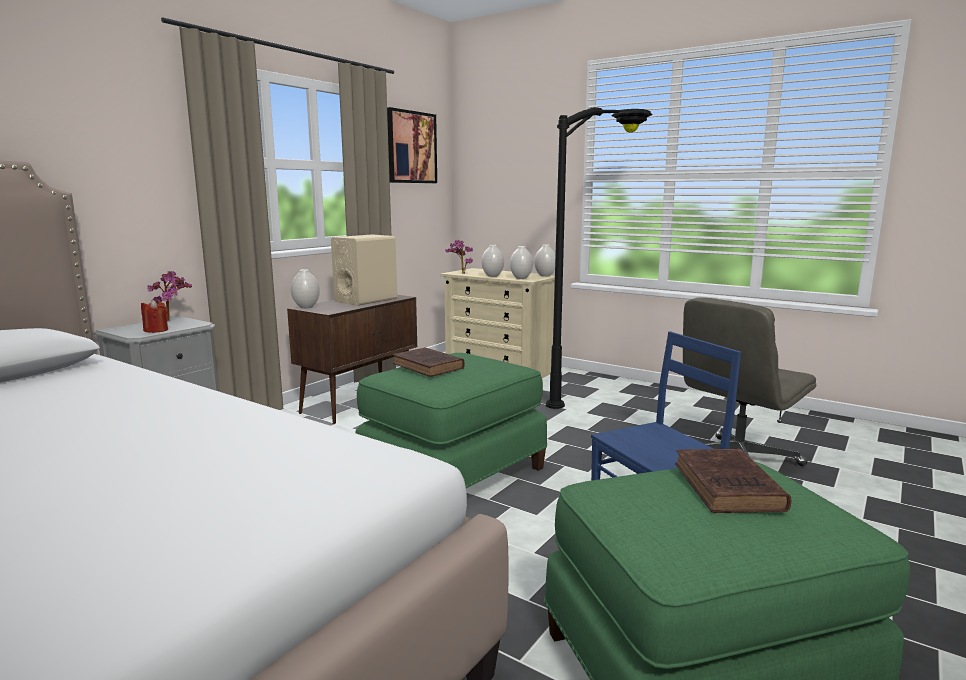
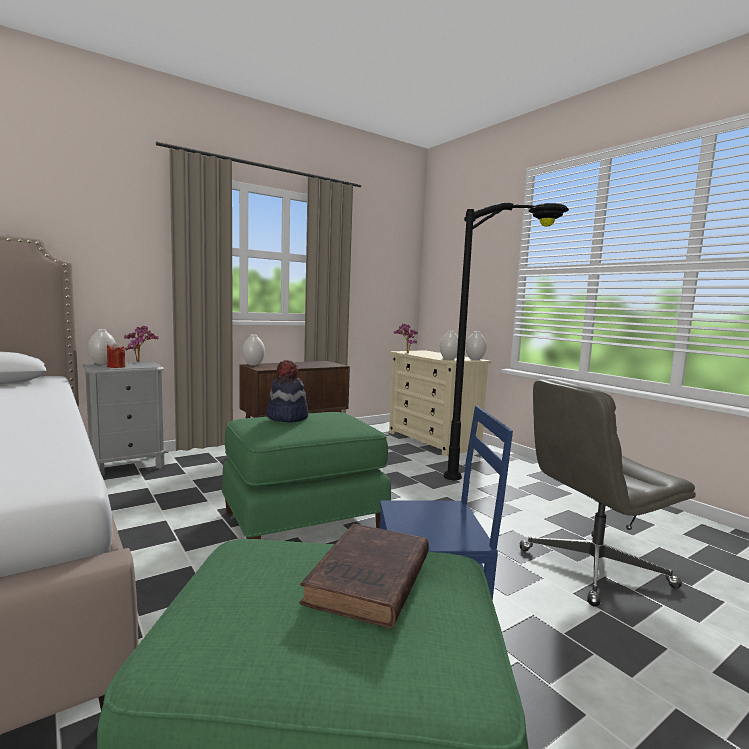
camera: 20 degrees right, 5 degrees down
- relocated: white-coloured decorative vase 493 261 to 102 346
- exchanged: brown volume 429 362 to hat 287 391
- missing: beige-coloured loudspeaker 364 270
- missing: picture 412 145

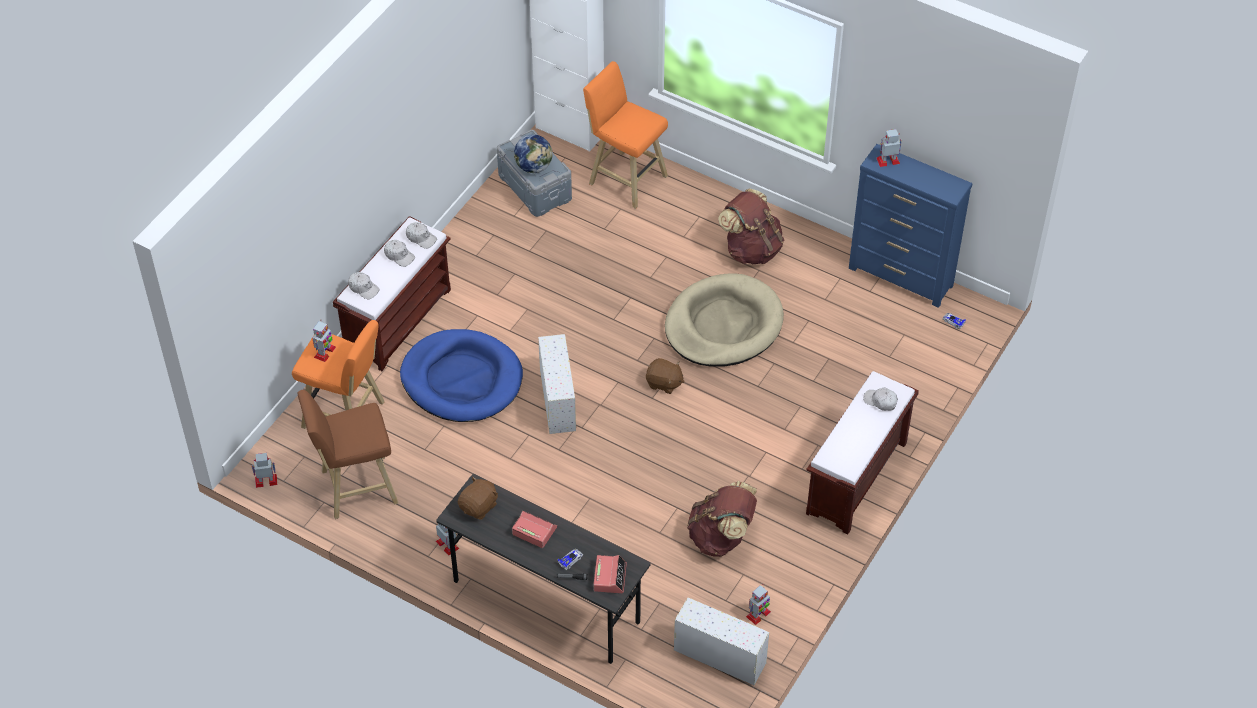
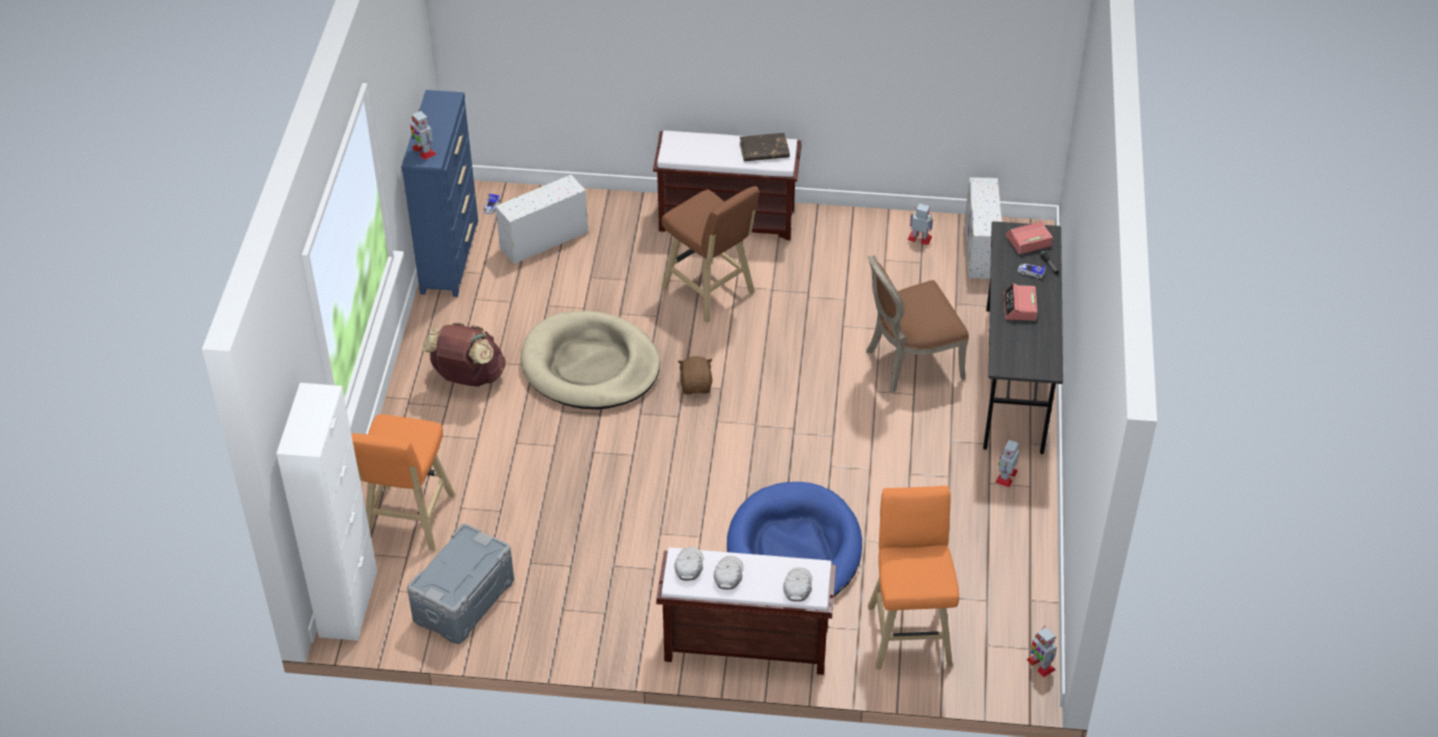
camera: 115 degrees left, 5 degrees down
- relocated: white-coloured storage box 557 384 to 542 220
- relocated: brown sitting stool 348 454 to 710 254
- appeared: brown volume 765 147
- appeared: brown chair 917 324
- missing: toy robot 324 341
- missing: brown soft toy 478 498
- missing: globe 533 153
- missing: brown rucksack 722 519
- missing: white-coloured peaked cap 880 399

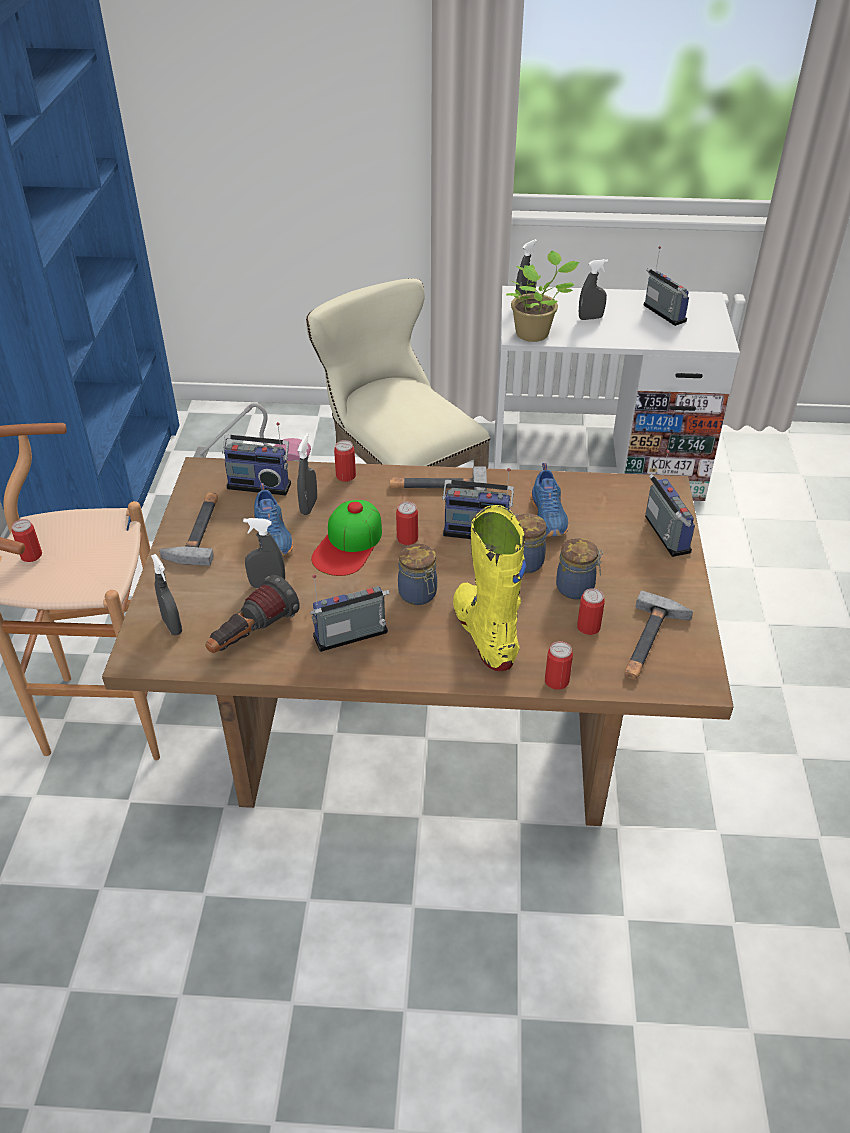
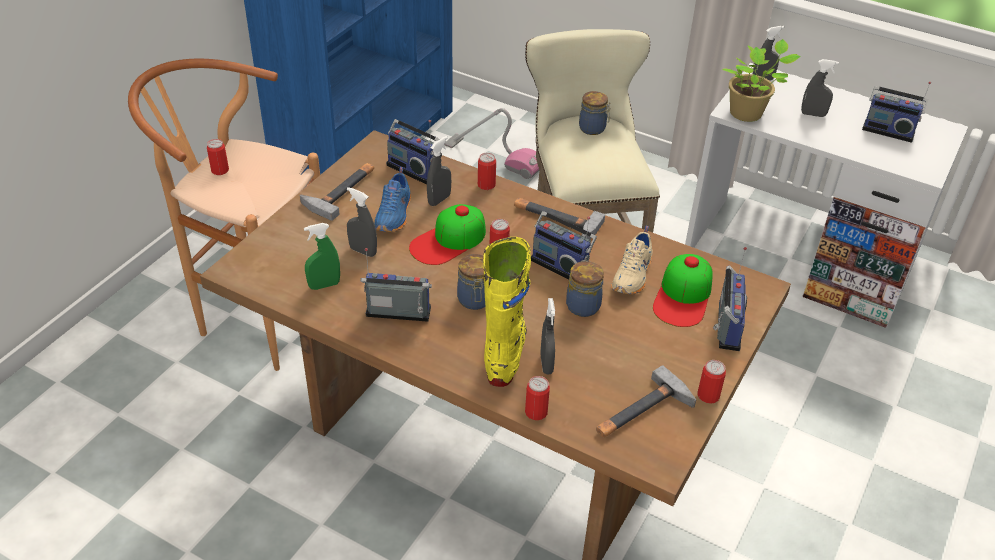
camera: 25 degrees right, 0 degrees up
- exchanged: torch 253 614 to green sprayer 322 256
- relocated: greyish sprayer 166 594 to 547 336
- relocated: storage jar 579 568 to 595 113
- colour: blue-coloured shoe 549 500 to beige-coloured shoe 632 260
- appeared: peaked cap 683 290
- relocated: metal can 591 611 to 712 382
- spun: radio 666 286 = 896 112 120 degrees clockwise

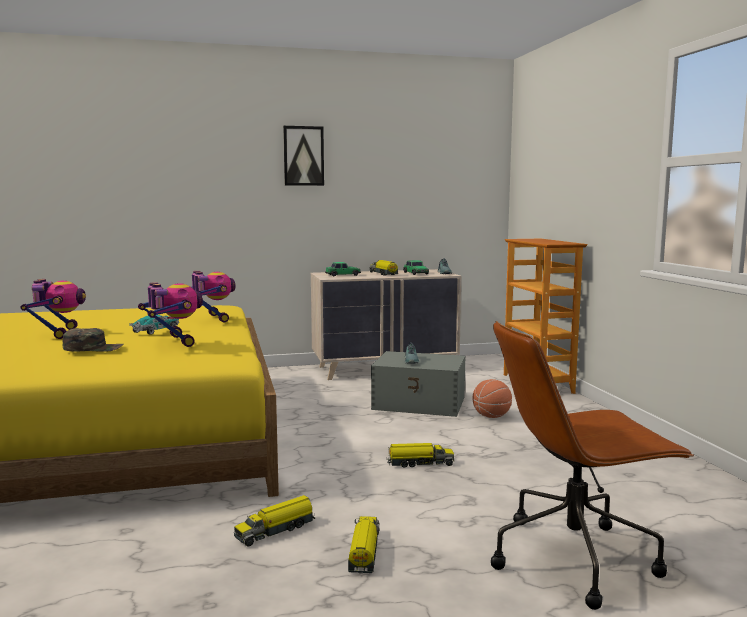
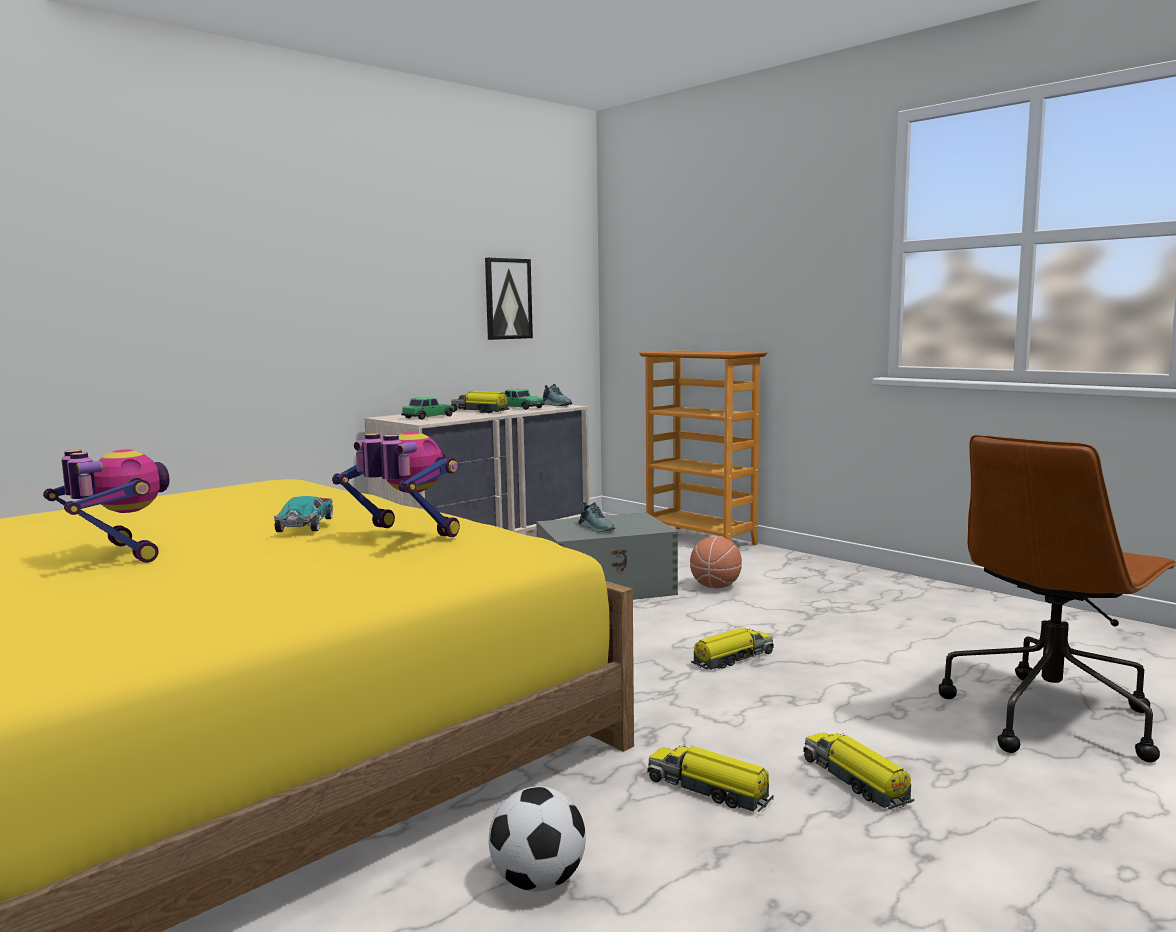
camera: 30 degrees left, 0 degrees up
- relocated: picture 303 156 to 509 299
- appeared: ball for football 537 838
- spun: toy truck 274 520 = 711 778 105 degrees clockwise
- missing: green peaked cap 93 340
- missing: toy robot 213 296

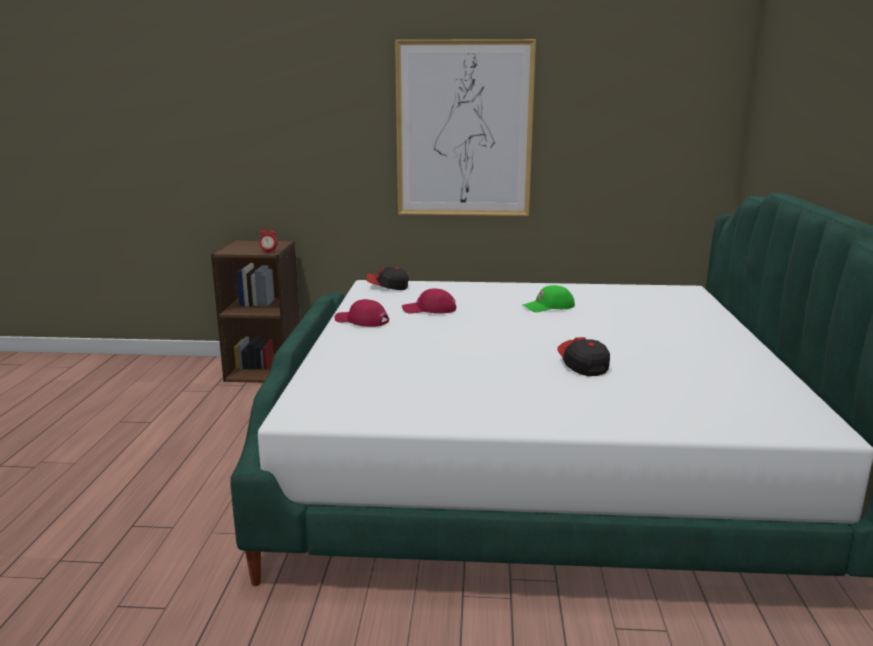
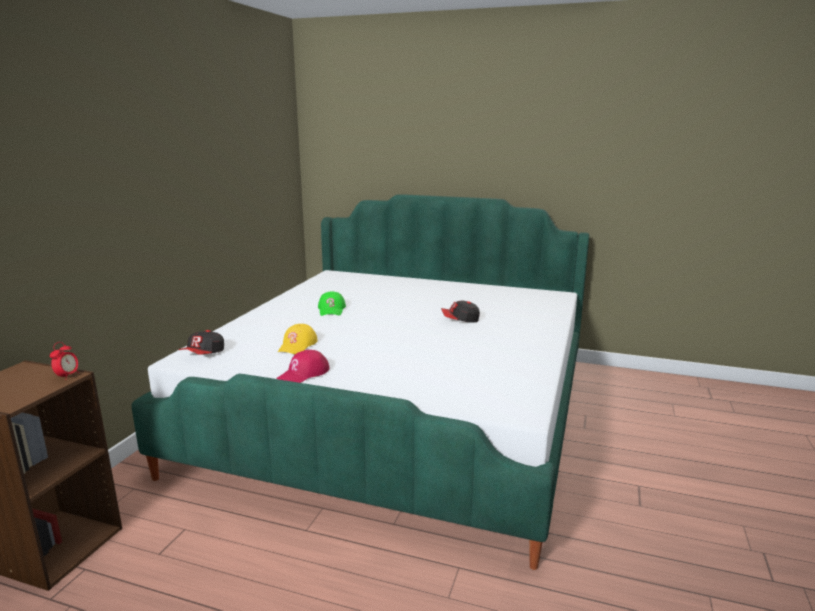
camera: 75 degrees left, 0 degrees up
- colour: red peaked cap 429 301 to yellow-coloured peaked cap 298 339
- missing: picture 465 127

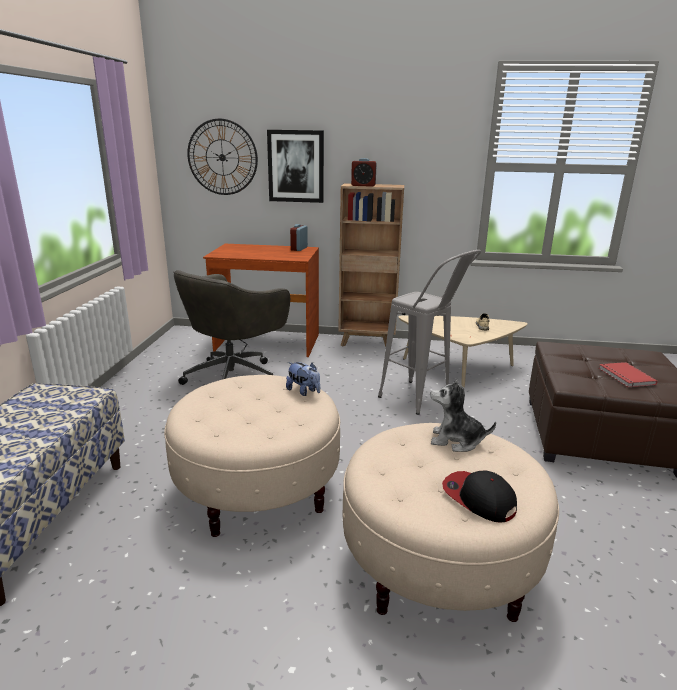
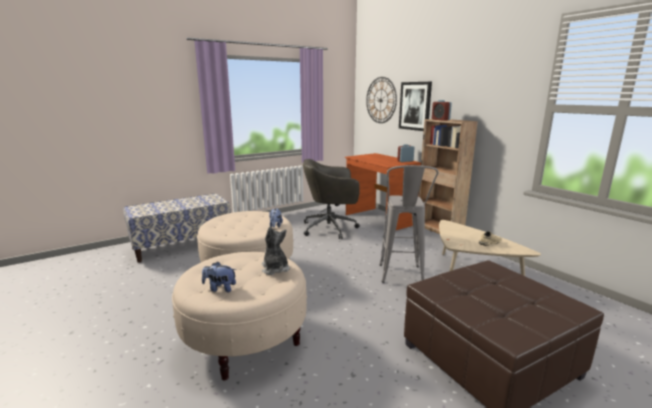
camera: 50 degrees right, 5 degrees down
- exchanged: peaked cap 479 496 to soft toy 219 277
- missing: red volume 628 374

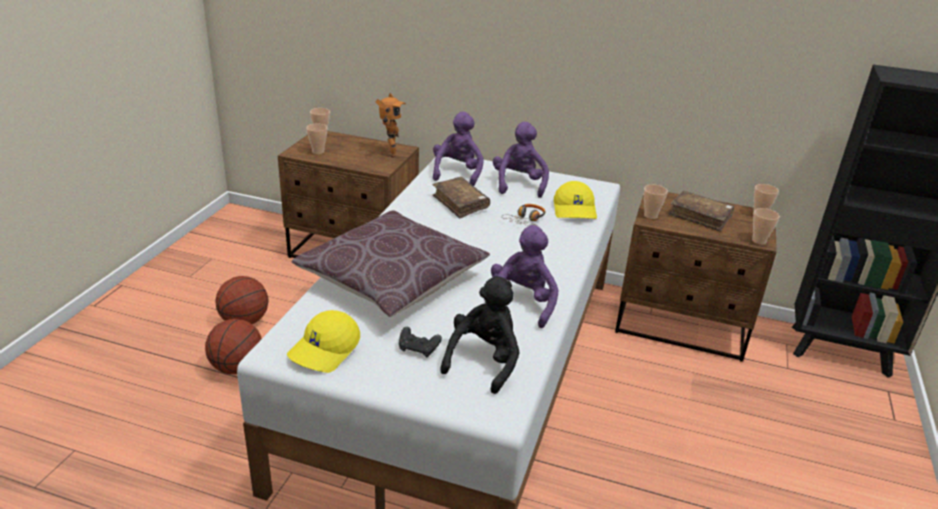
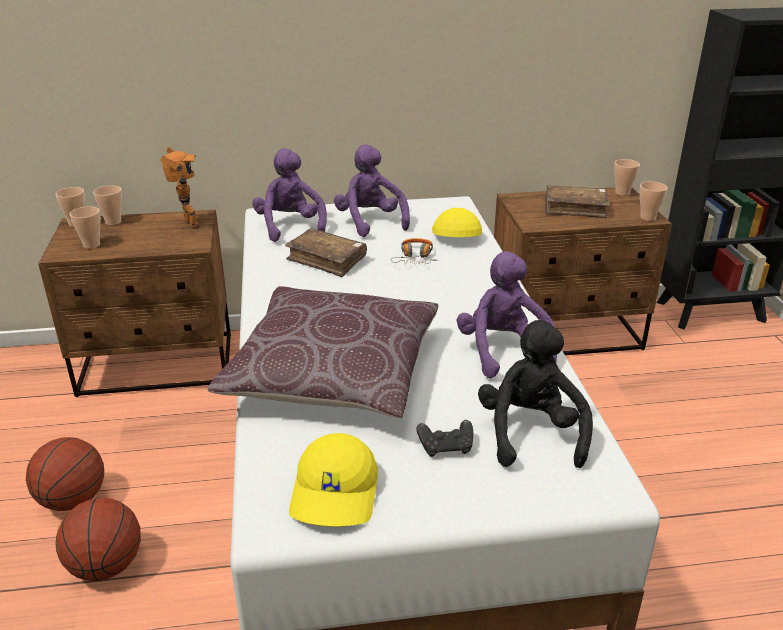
camera: 25 degrees left, 0 degrees up
- relocated: cup 656 202 to 107 205
- spun: yellow-coloured peaked cap 575 200 = 457 222 150 degrees counterclockwise

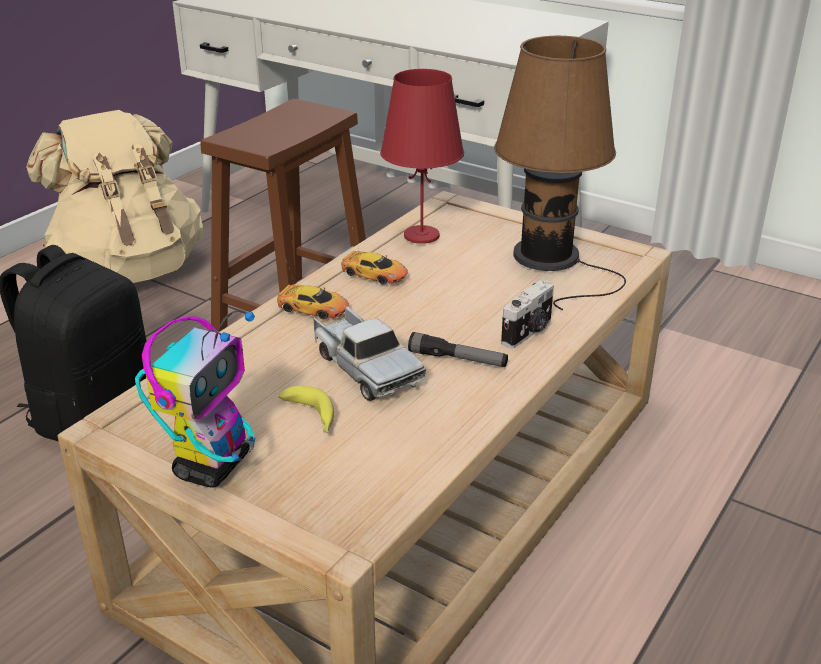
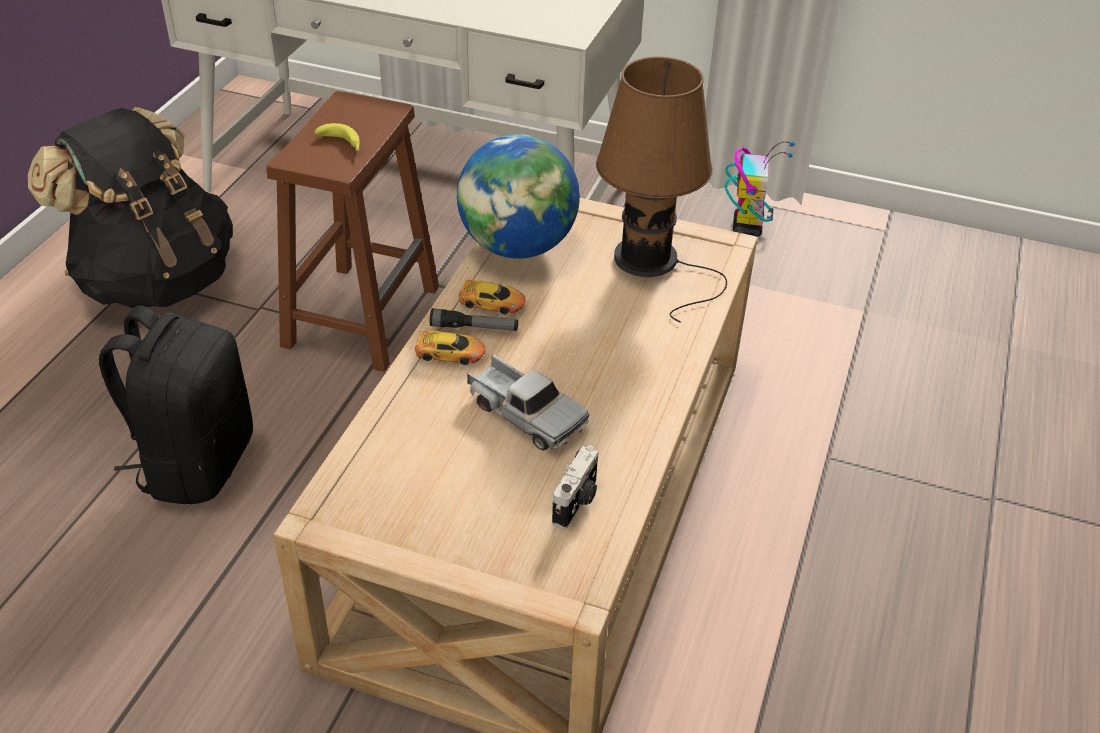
camera: 15 degrees left, 10 degrees up
- colour: beige-coloured rucksack 114 196 to black-coloured rucksack 130 207
- relocated: banana fruit 306 409 to 337 137
- relocated: torch 458 349 to 474 319
- exchanged: red table lamp 422 156 to globe 518 196
- relocated: photo camera 527 314 to 575 487
- relocated: toy robot 195 399 to 759 189

